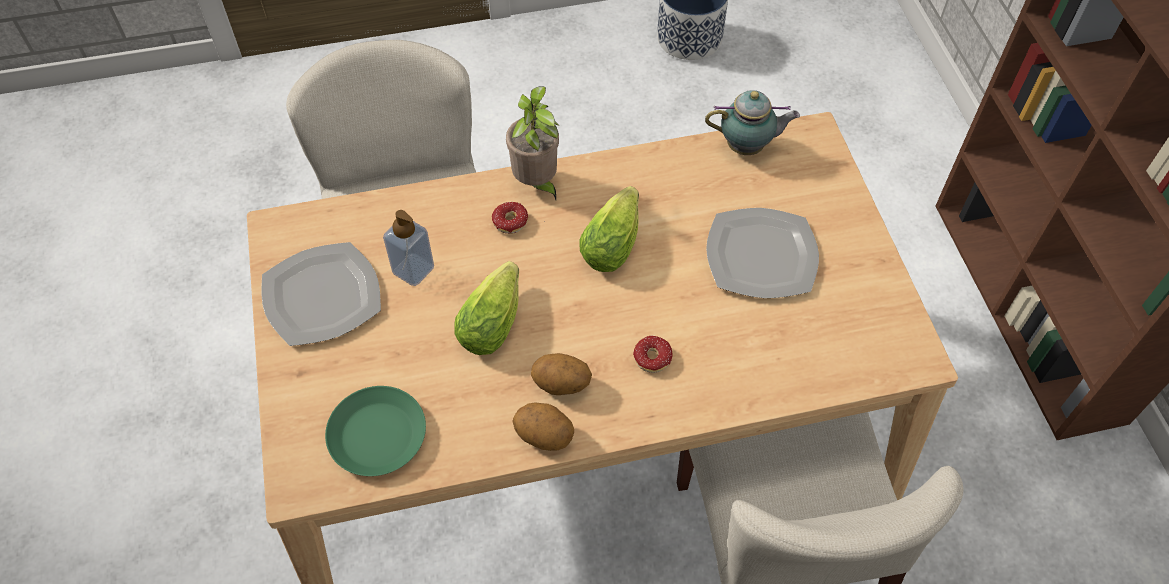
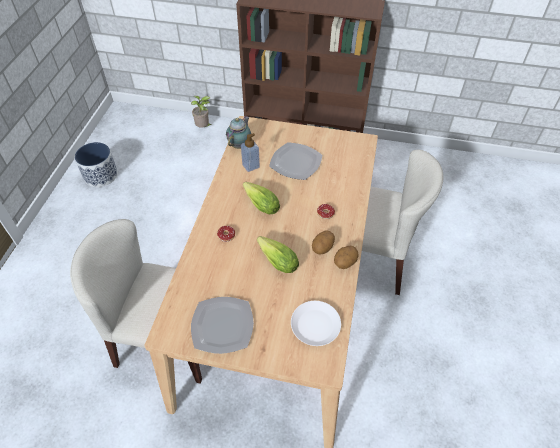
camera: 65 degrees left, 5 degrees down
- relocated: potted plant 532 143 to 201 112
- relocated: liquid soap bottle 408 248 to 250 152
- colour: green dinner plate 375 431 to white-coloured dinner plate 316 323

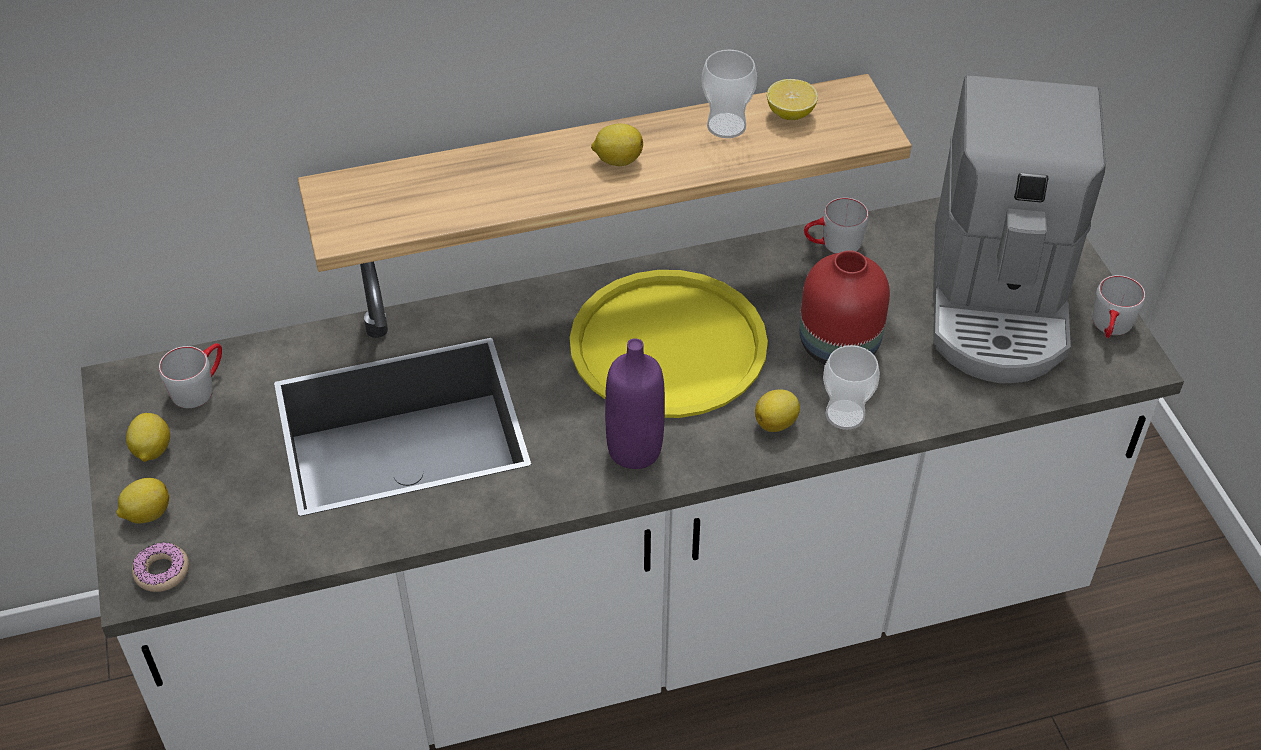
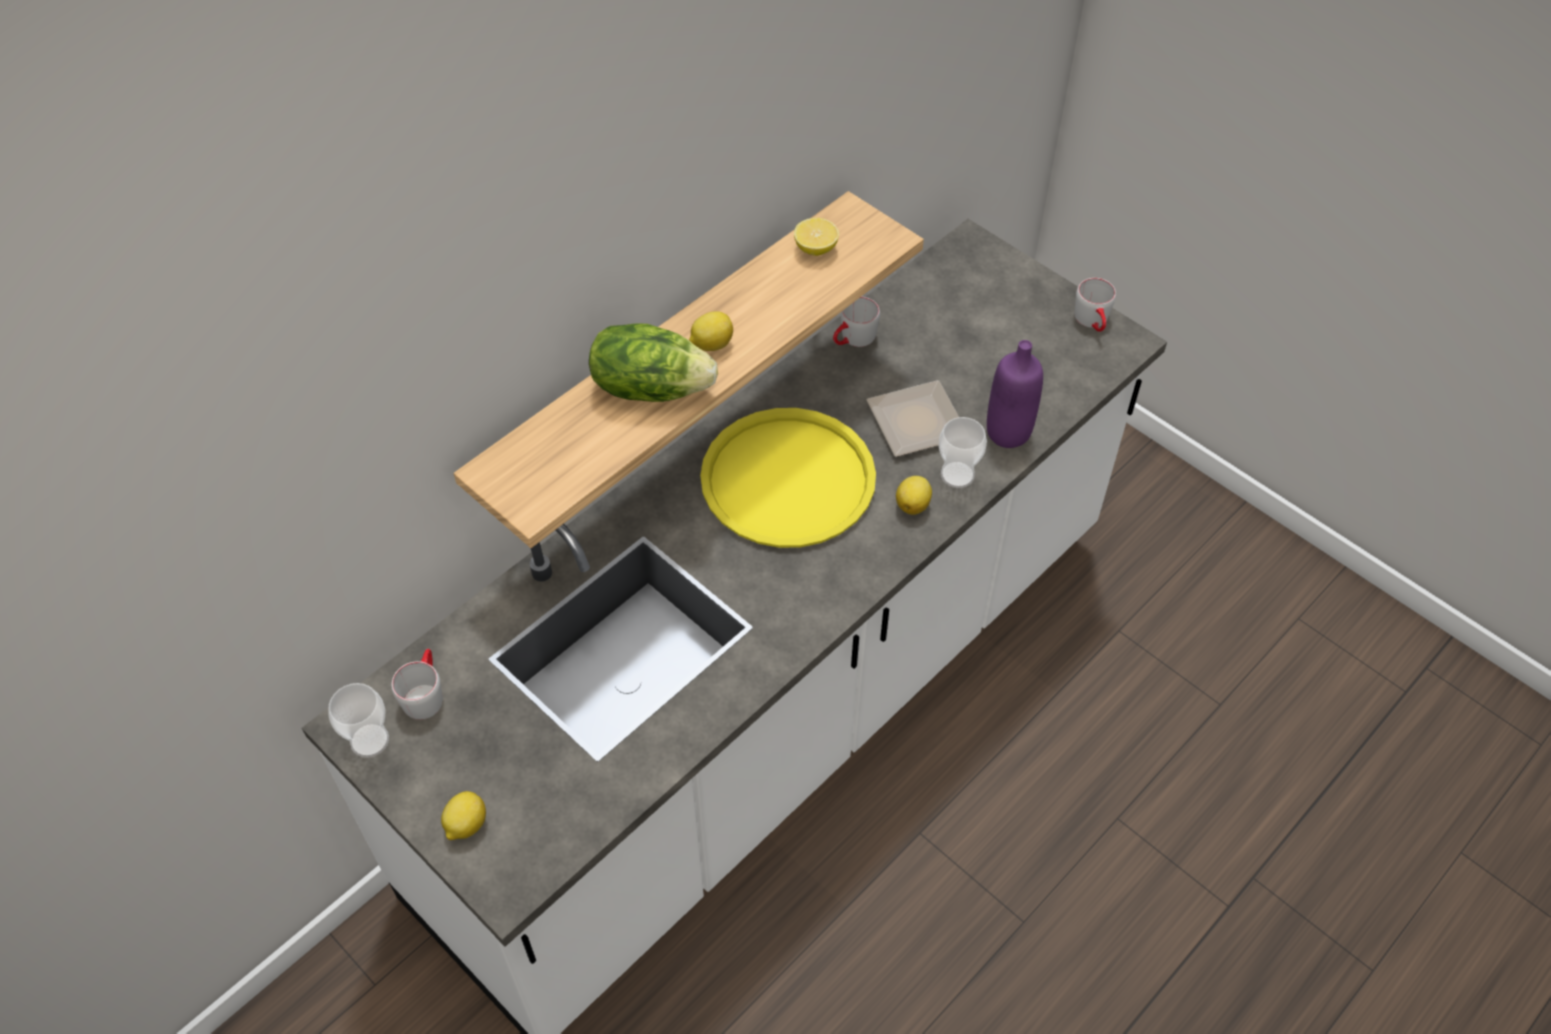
camera: 30 degrees left, 5 degrees up
- relocated: cup 729 94 to 359 720
- appeared: lettuce 653 363
- exchanged: red decorative vase 844 307 to dinner plate 913 418
- relocated: purplish beverage bottle 635 403 to 1015 394
- missing: lemon 148 437
- missing: doughnut 160 567
- missing: coffee maker 1019 229

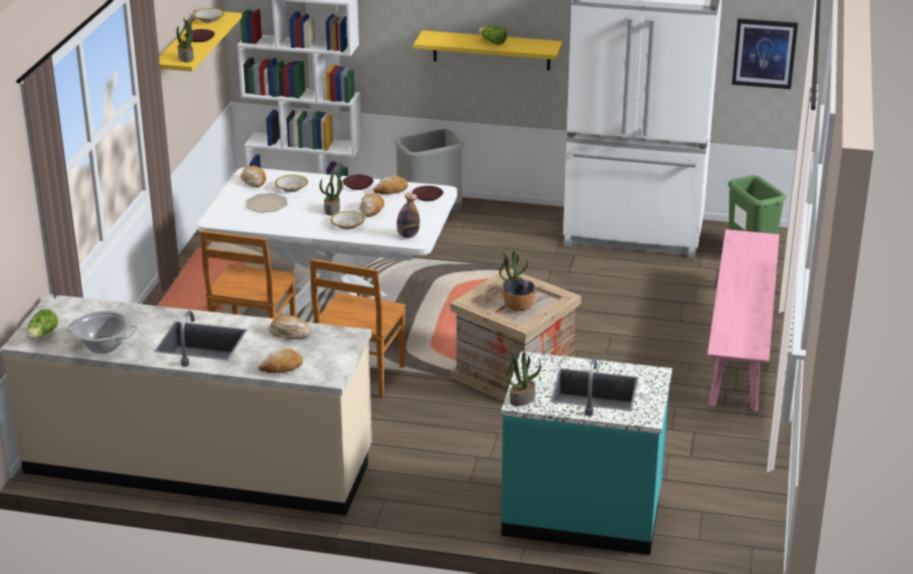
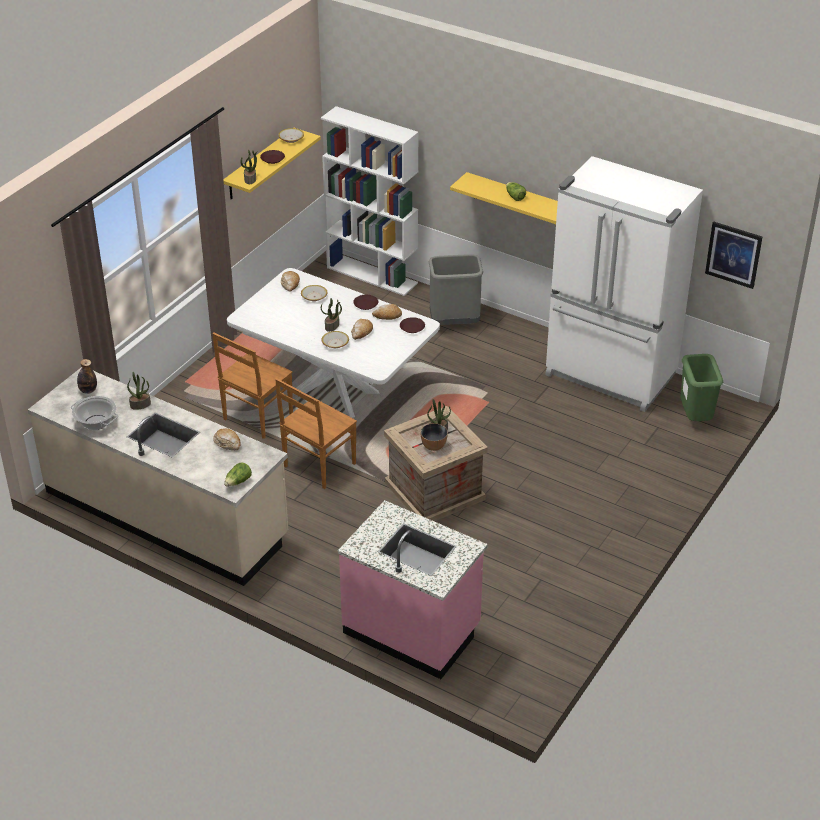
camera: 20 degrees right, 10 degrees up
- relocated: beverage bottle 408 215 to 87 376
- relocated: potted plant 523 378 to 139 391
- relocated: lettuce 42 324 to 238 474
- colour: blue-green counter 586 453 to pink-coloured counter 413 589
- missing: dinner plate 266 202
- missing: bakery bread 281 361
- missing: pink-coloured indoor bench 743 320

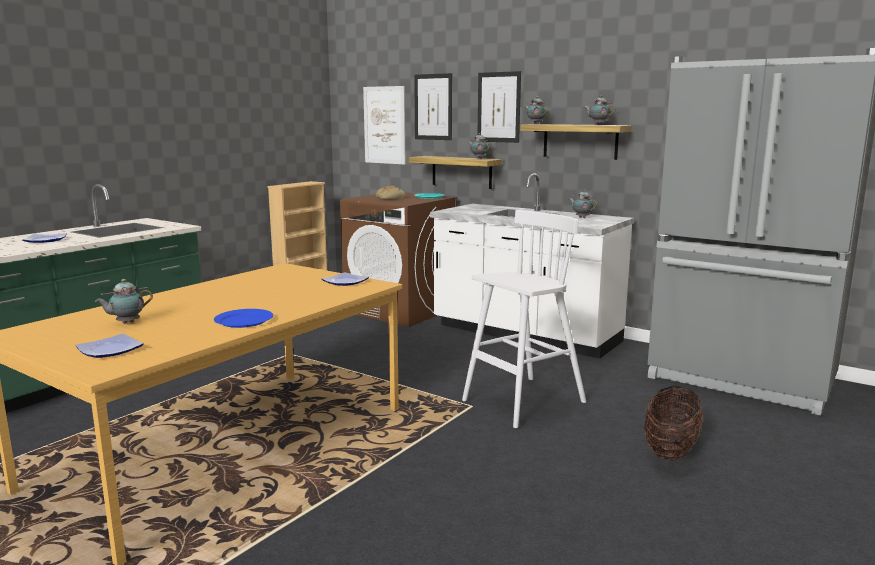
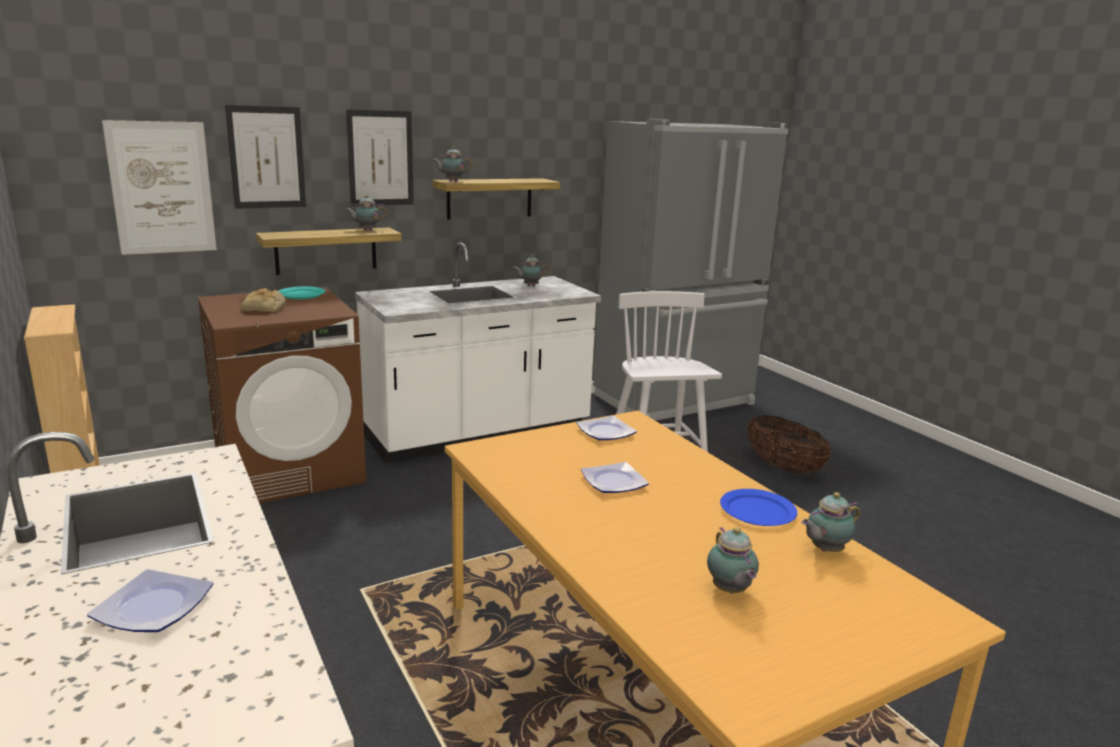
camera: 65 degrees left, 5 degrees up
- relocated: dinner plate 110 346 to 615 477
- relocated: pot for tea 600 110 to 830 522

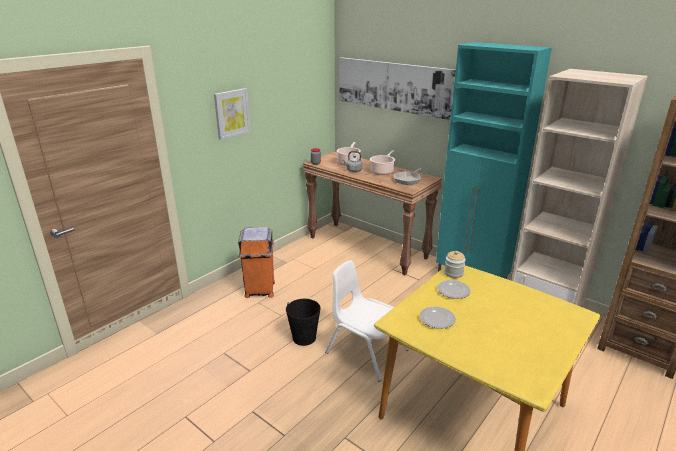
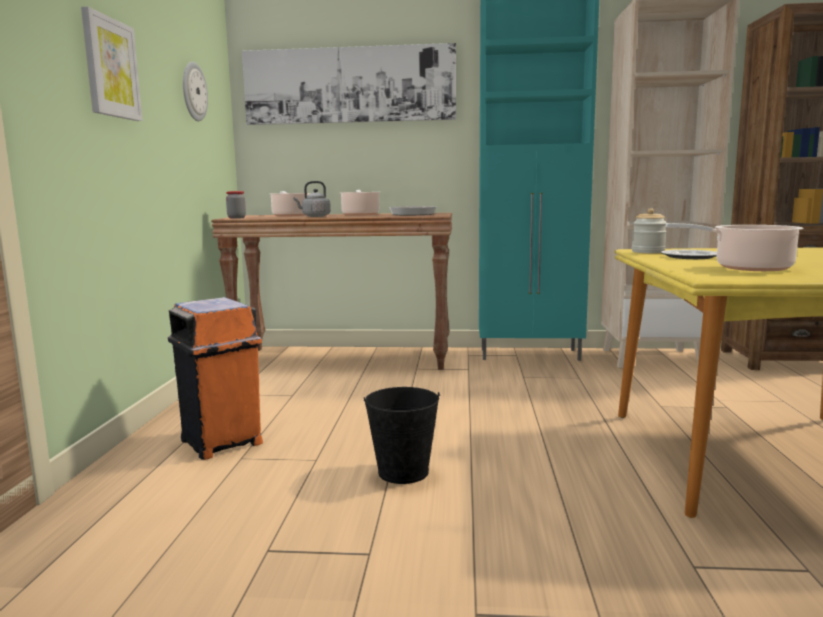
camera: 35 degrees left, 15 degrees down
- appeared: wall clock 195 91
- exchanged: dinner plate 438 318 to cooking pot 734 247
- missing: white-coloured chair 367 321

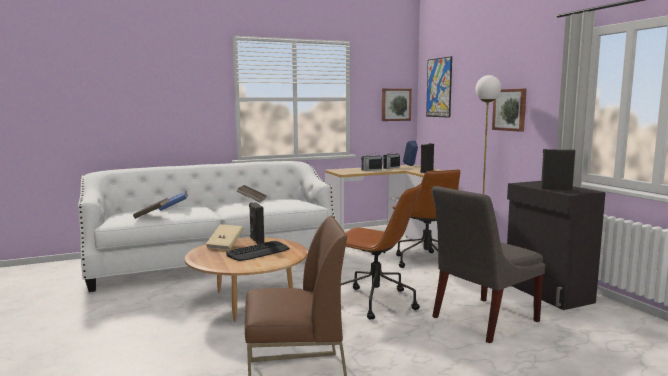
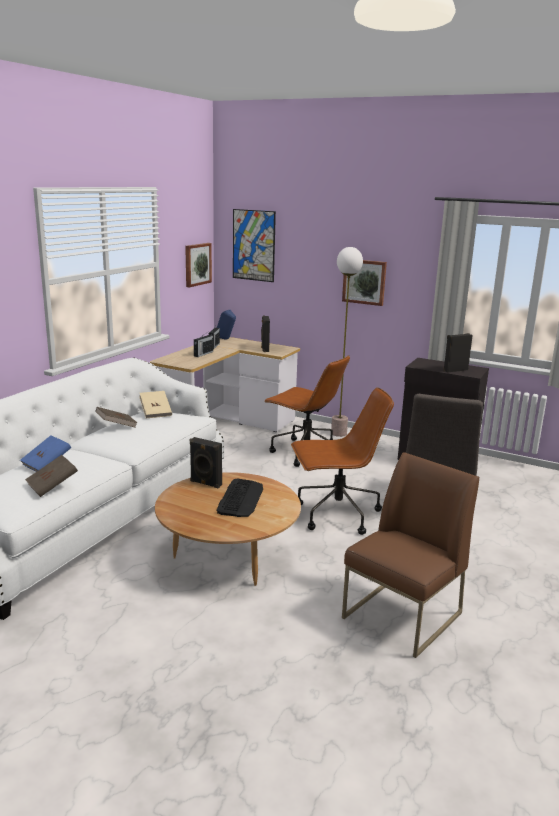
camera: 40 degrees left, 10 degrees up
- relocated: beige-coloured volume 224 237 to 155 405

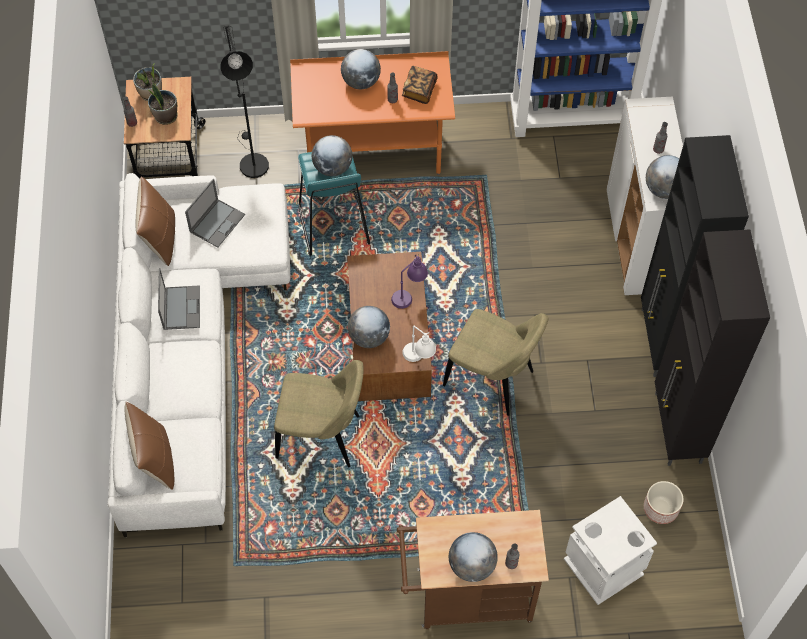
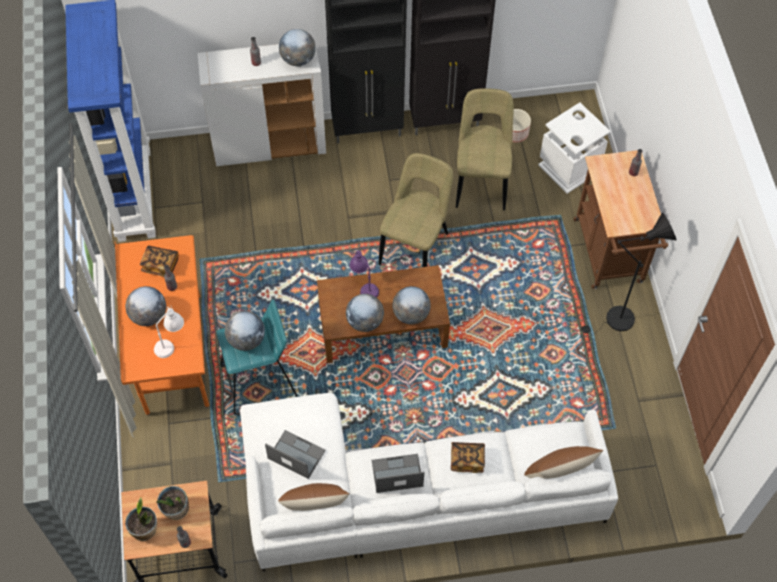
camera: 95 degrees left, 0 degrees up
- relocated: white-coloured table lamp 419 344 to 169 332
- relocated: globe 473 557 to 365 313
- appeared: volume 468 457
- relocated: beige-coloured chair 318 413 to 485 149
- relocated: black-coloured standard lamp 245 101 to 629 272

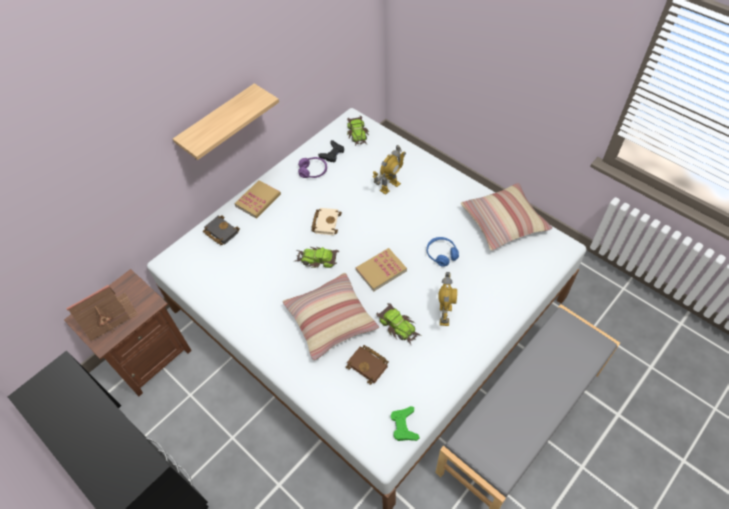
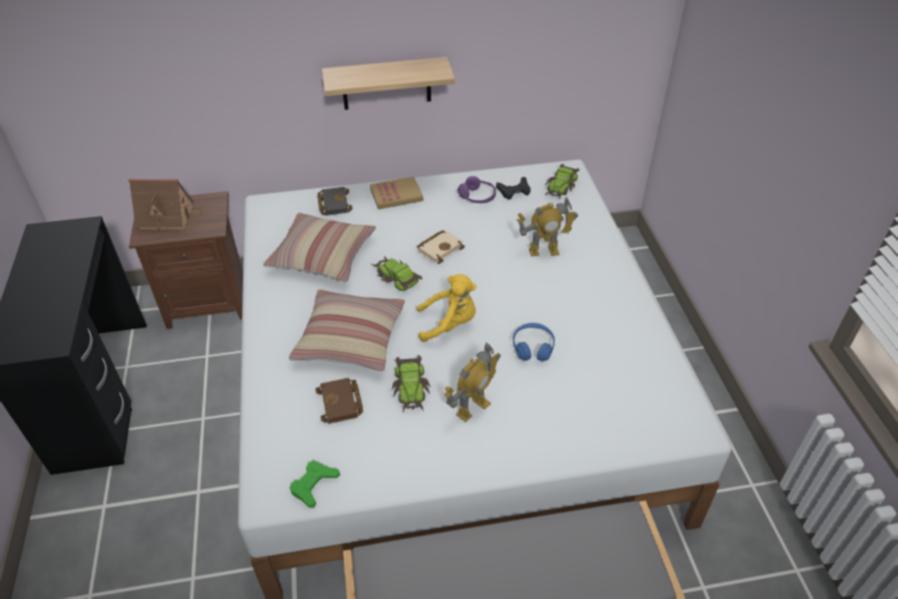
camera: 35 degrees right, 10 degrees down
- relocated: pillow 506 217 to 319 247
- exchanged: volume 381 269 to yellow-coloured soft toy 446 308

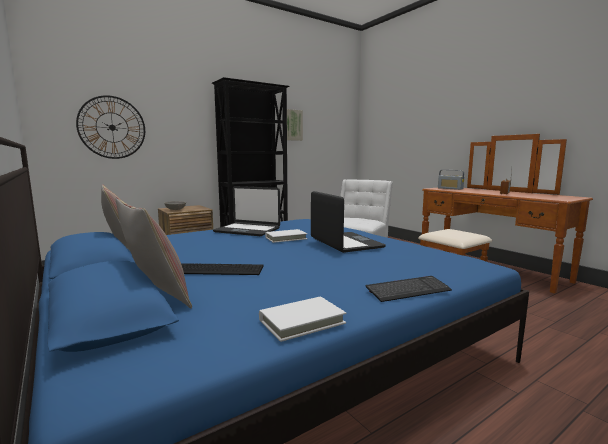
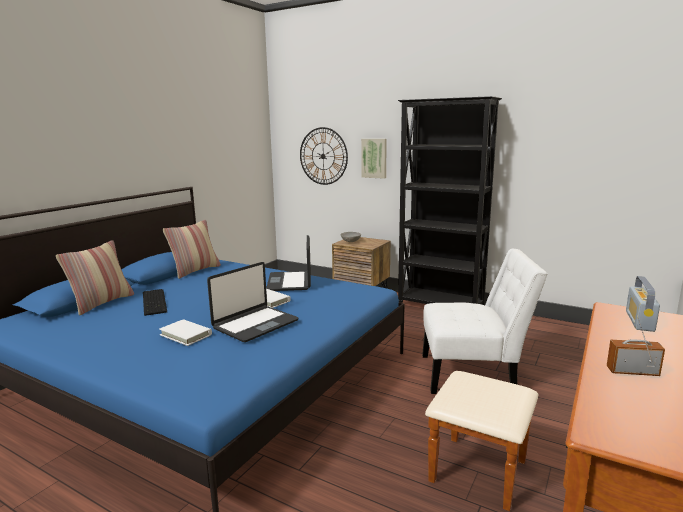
camera: 65 degrees right, 5 degrees up
- relocated: white-coloured volume 302 319 to 185 332
- relocated: picture 295 125 to 374 159
- missing: computer keyboard 409 289

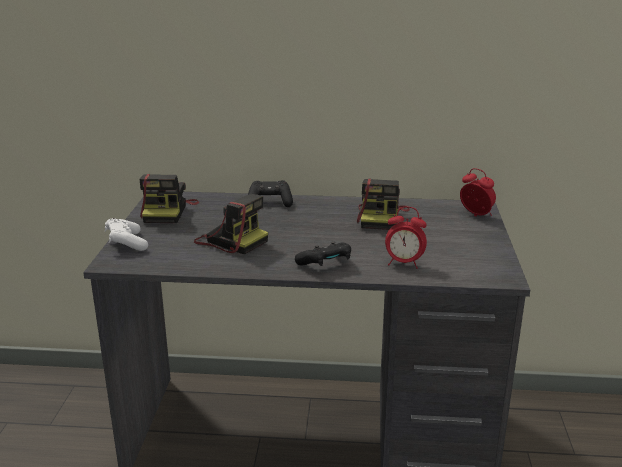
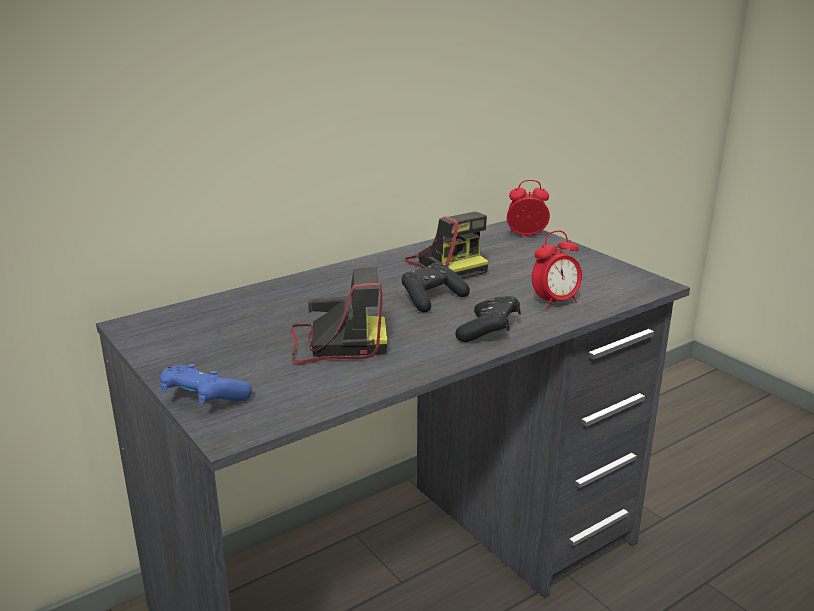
camera: 40 degrees left, 0 degrees up
- colour: white-coloured gamepad 126 234 to blue-coloured gamepad 206 384
- relocated: black-coloured gamepad 270 193 to 436 287
- missing: photo camera 169 198

